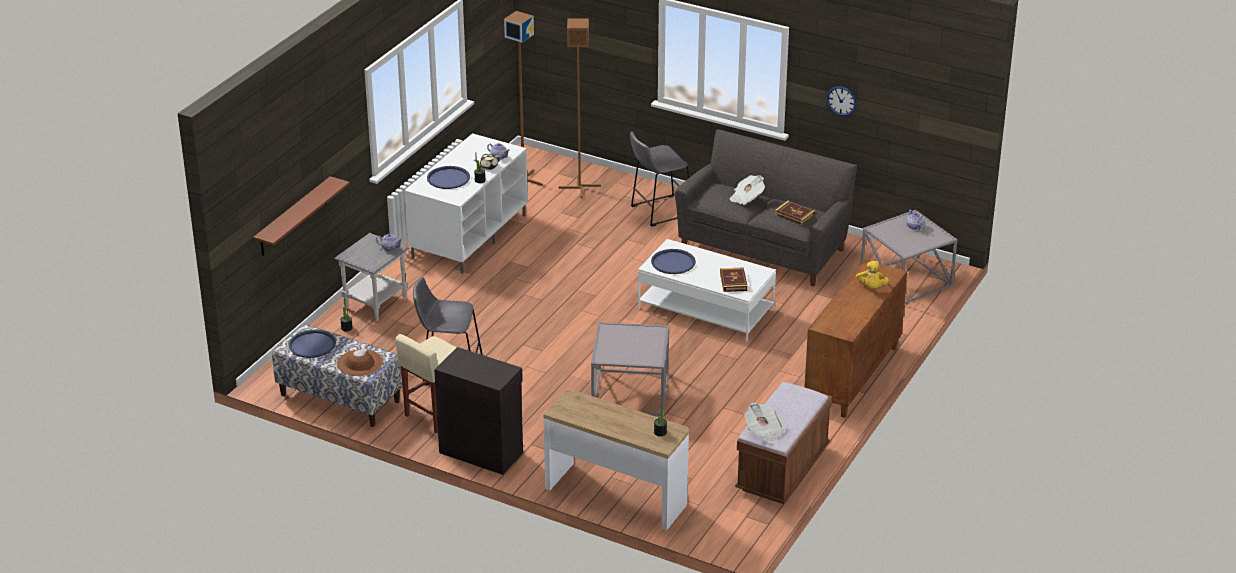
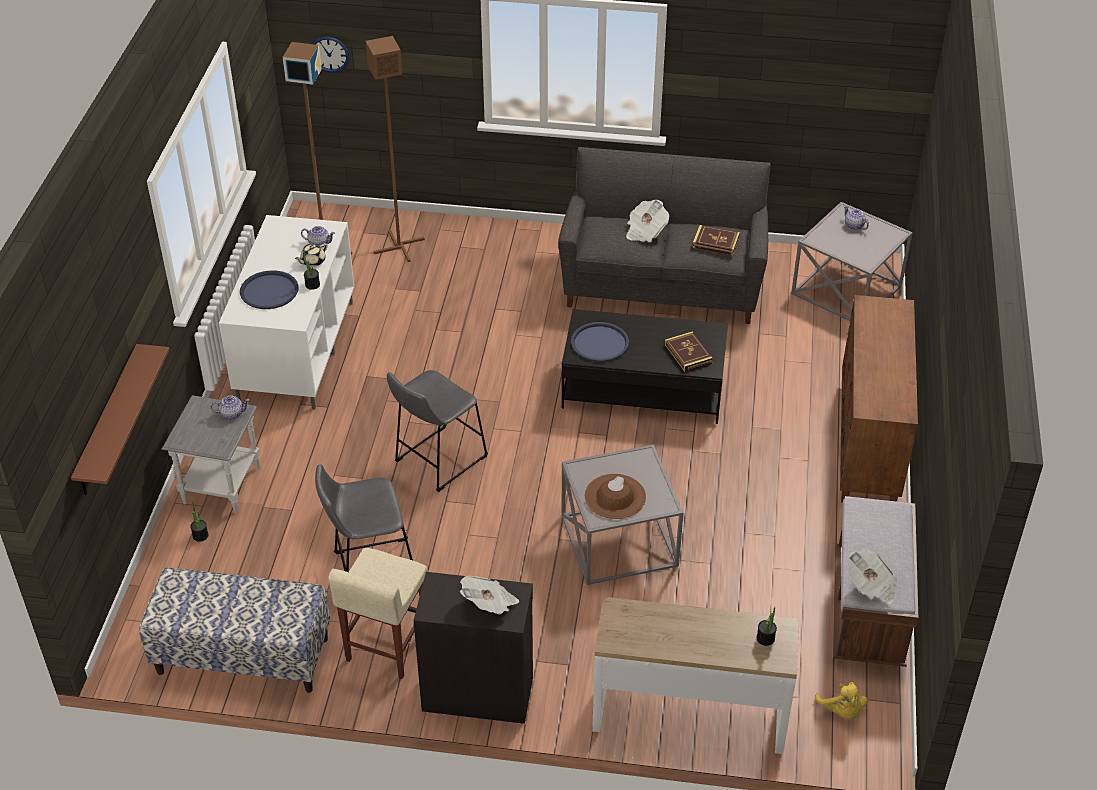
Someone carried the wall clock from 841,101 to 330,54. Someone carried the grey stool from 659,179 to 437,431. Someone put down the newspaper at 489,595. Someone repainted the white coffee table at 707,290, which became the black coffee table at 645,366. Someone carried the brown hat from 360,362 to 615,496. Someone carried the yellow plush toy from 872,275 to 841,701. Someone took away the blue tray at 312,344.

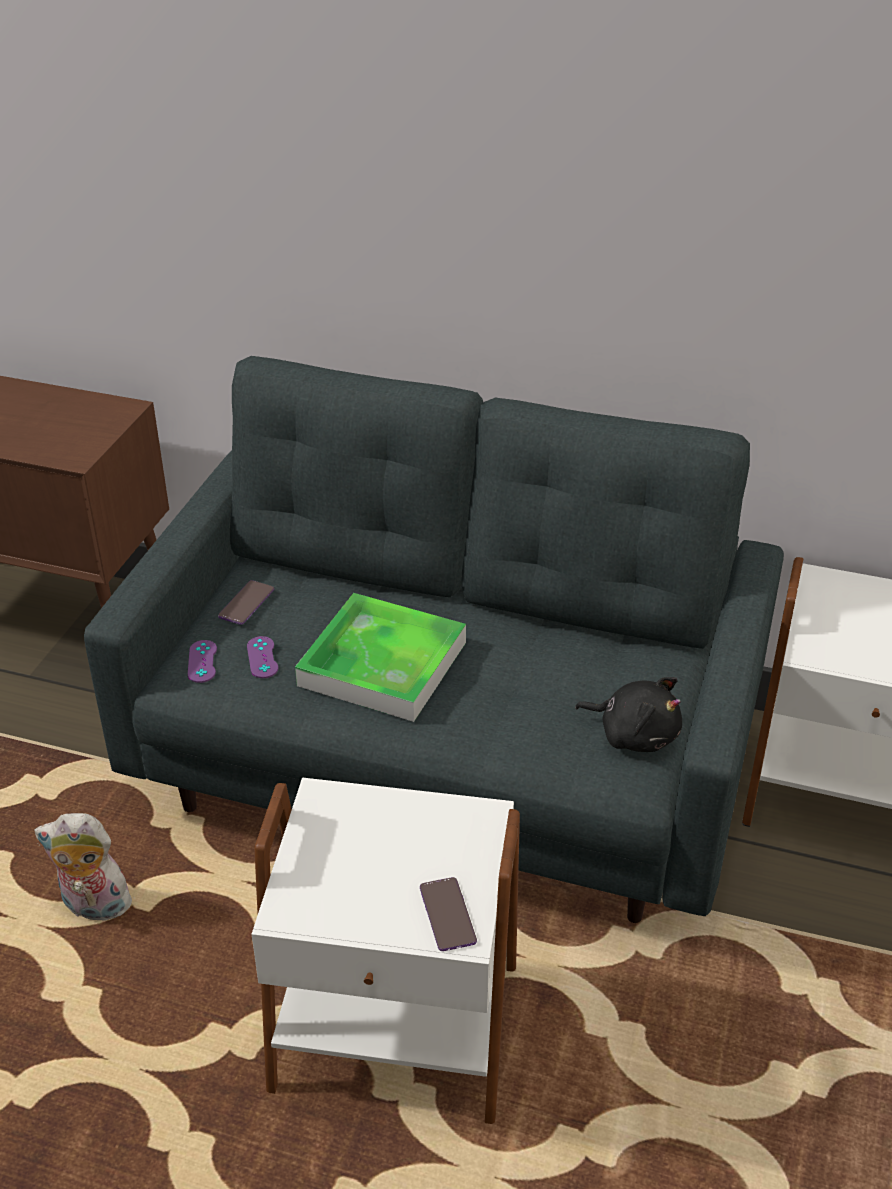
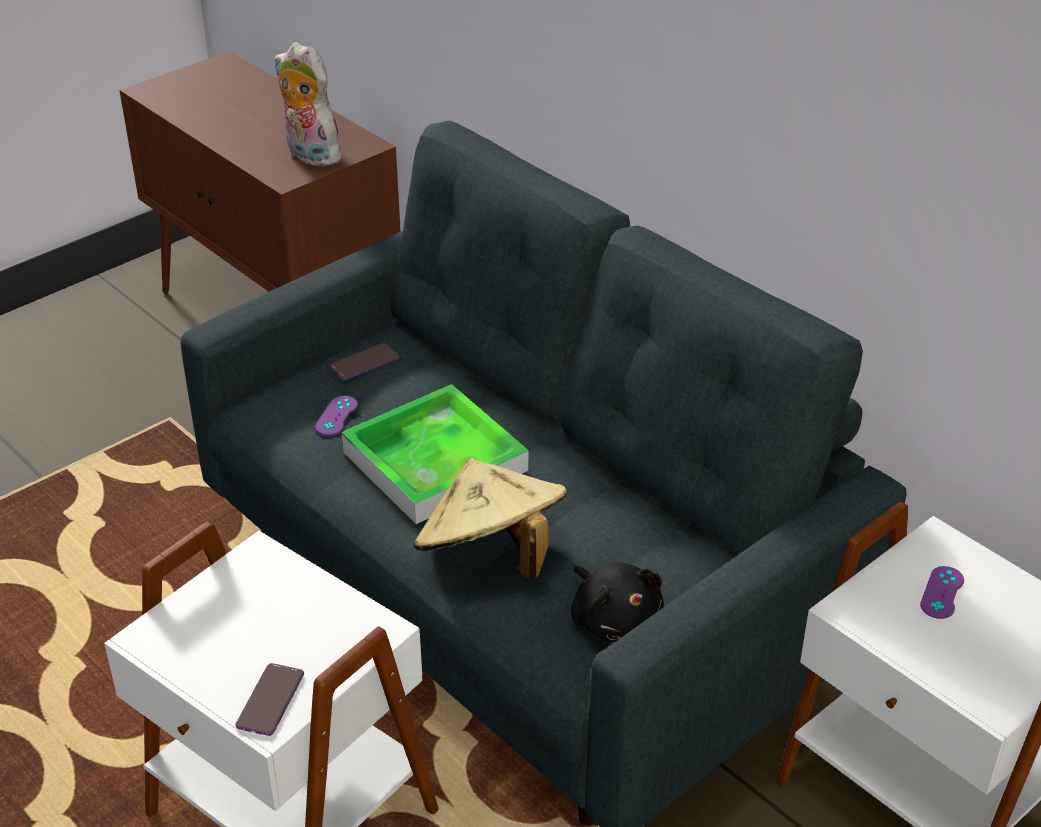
Someone carried the plush toy from 86,867 to 308,104. Someone put down the beige hat at 490,518. Someone carried the purple game controller from 202,661 to 942,592.

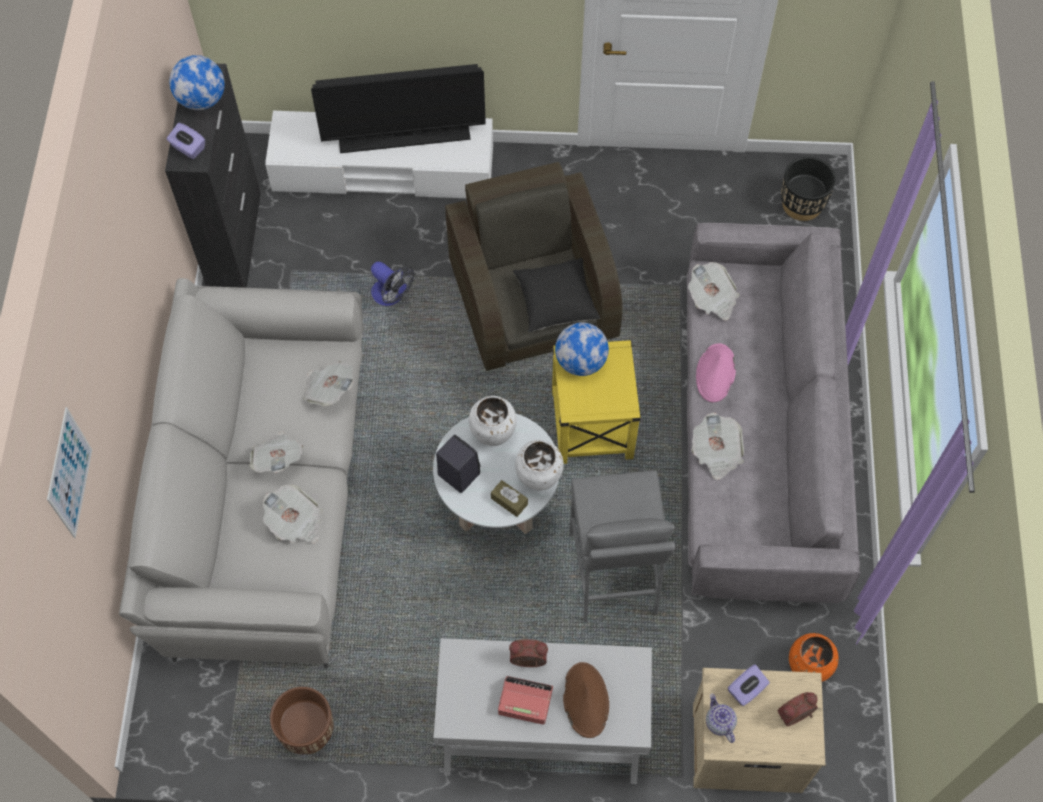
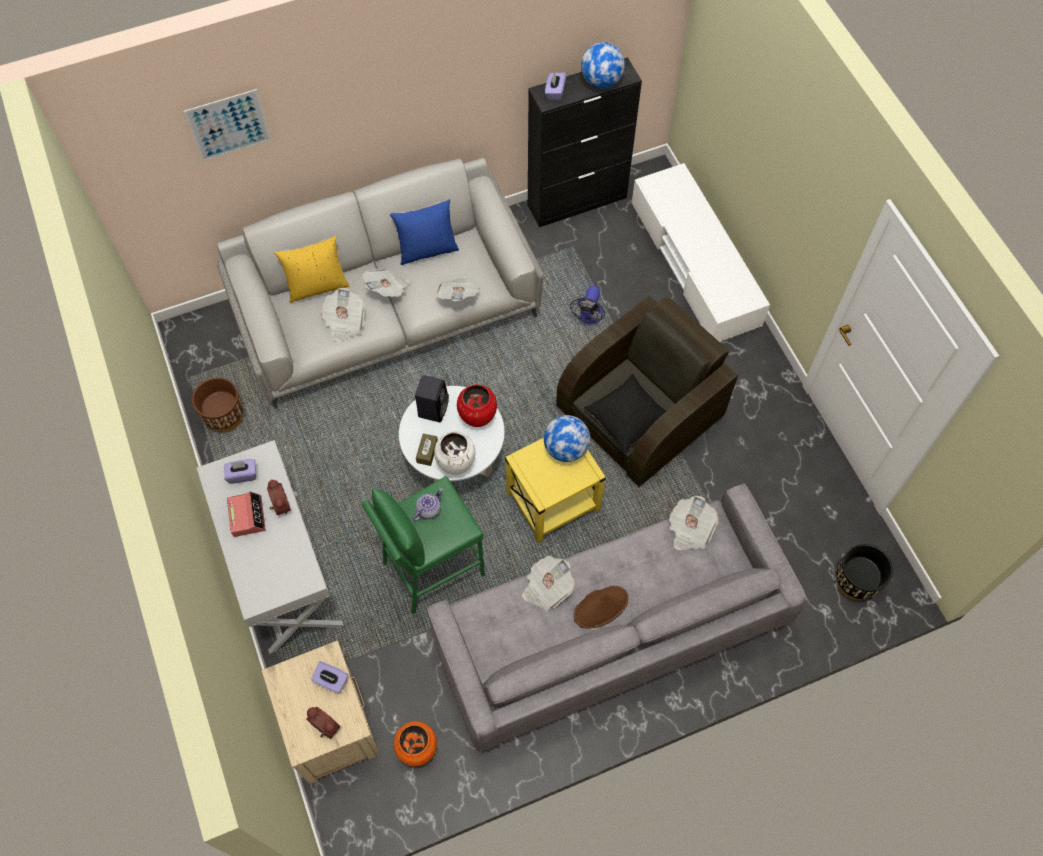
Someone put down the purple tissue box at 240,471. Someone put down the yellow pillow at 312,269. Someone repainted the grey stool at 622,546, which became the green stool at 423,545. Someone put down the blue pillow at 424,232. Someone carried the teapot from 721,718 to 428,505. Someone repainted the white vase at 493,421, which became the red vase at 477,405. Someone carried the brown hat from 586,700 to 601,607. Someone took away the television at 398,108. Someone took away the pink hat at 716,372.

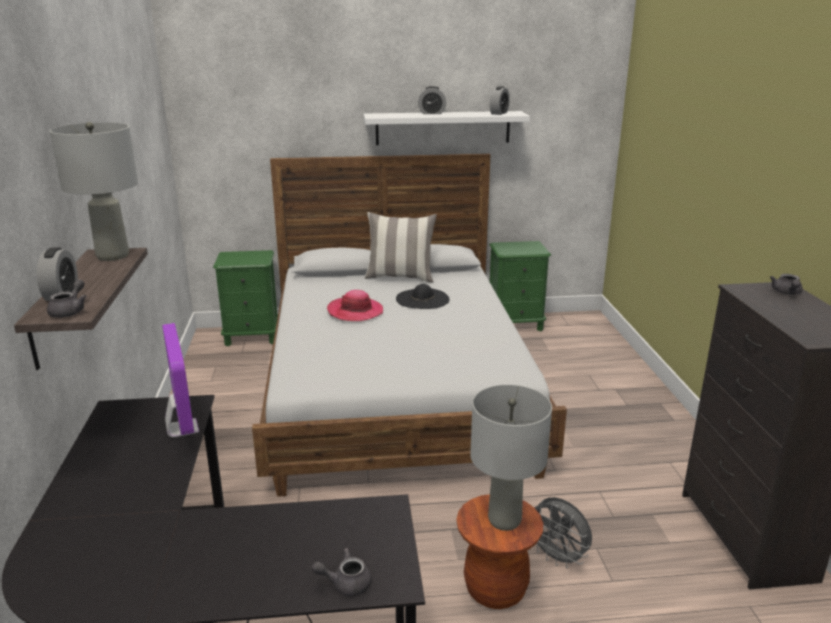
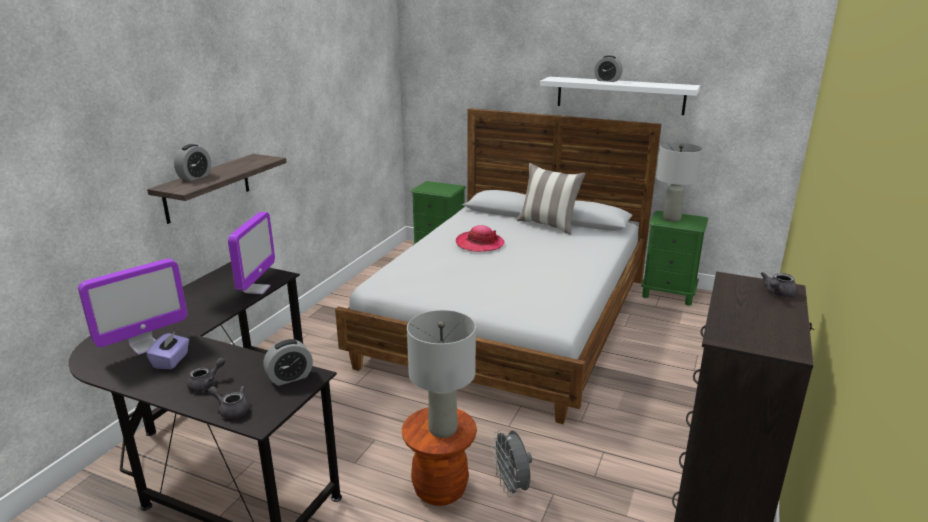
Someone put down the monitor at 133,307. Someone put down the purple tissue box at 167,350. Someone carried the grey teapot from 67,298 to 206,375. Someone carried the alarm clock from 500,100 to 288,362. Someone carried the grey table lamp from 93,191 to 679,182. Someone took away the black hat at 423,296.

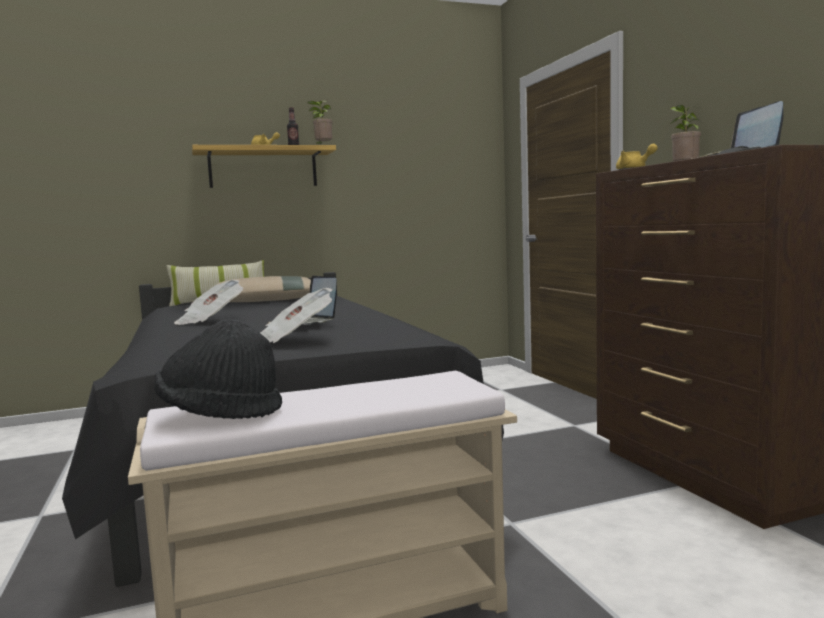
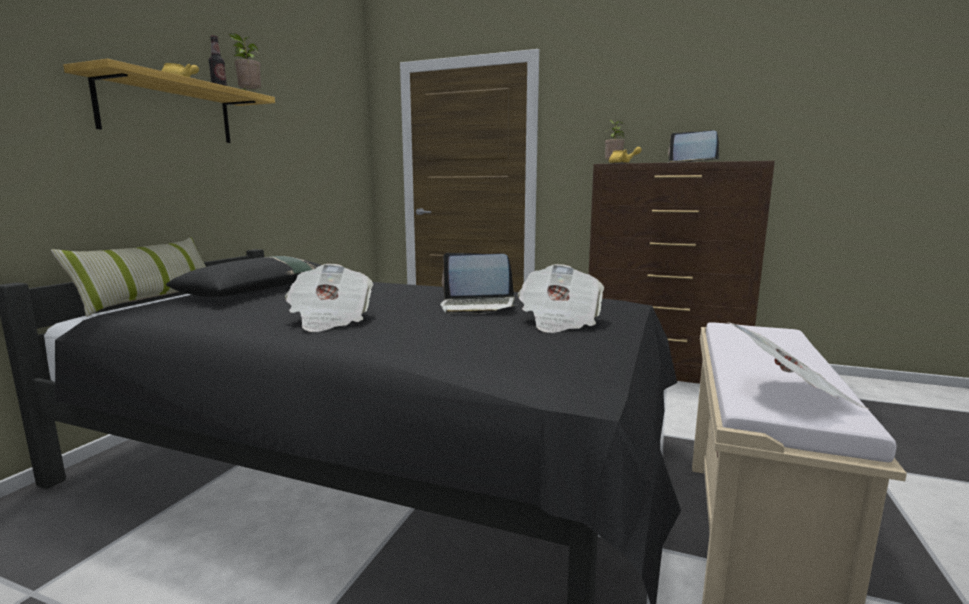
Someone repainted the beige pillow at 263,289, which became the black pillow at 243,276. Someone swapped the black hat at 218,369 for the newspaper at 798,365.

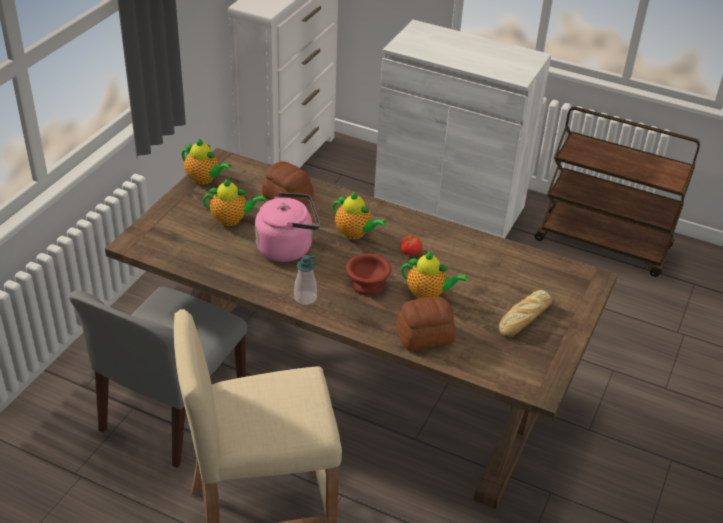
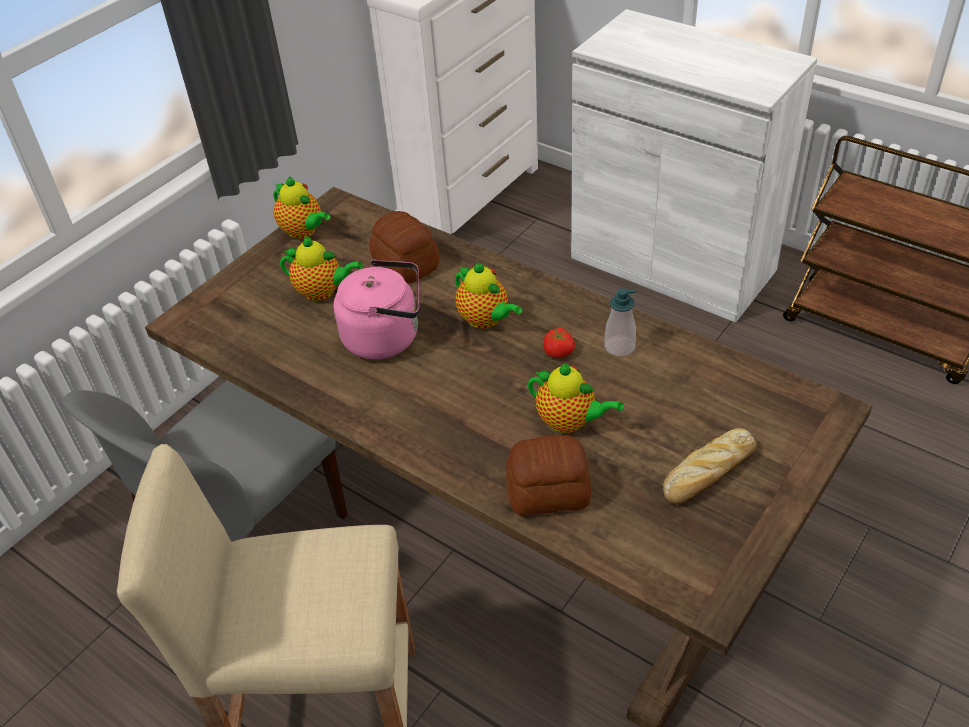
Someone carried the soap dispenser from 305,280 to 620,322. Someone took away the brown bowl at 368,274.

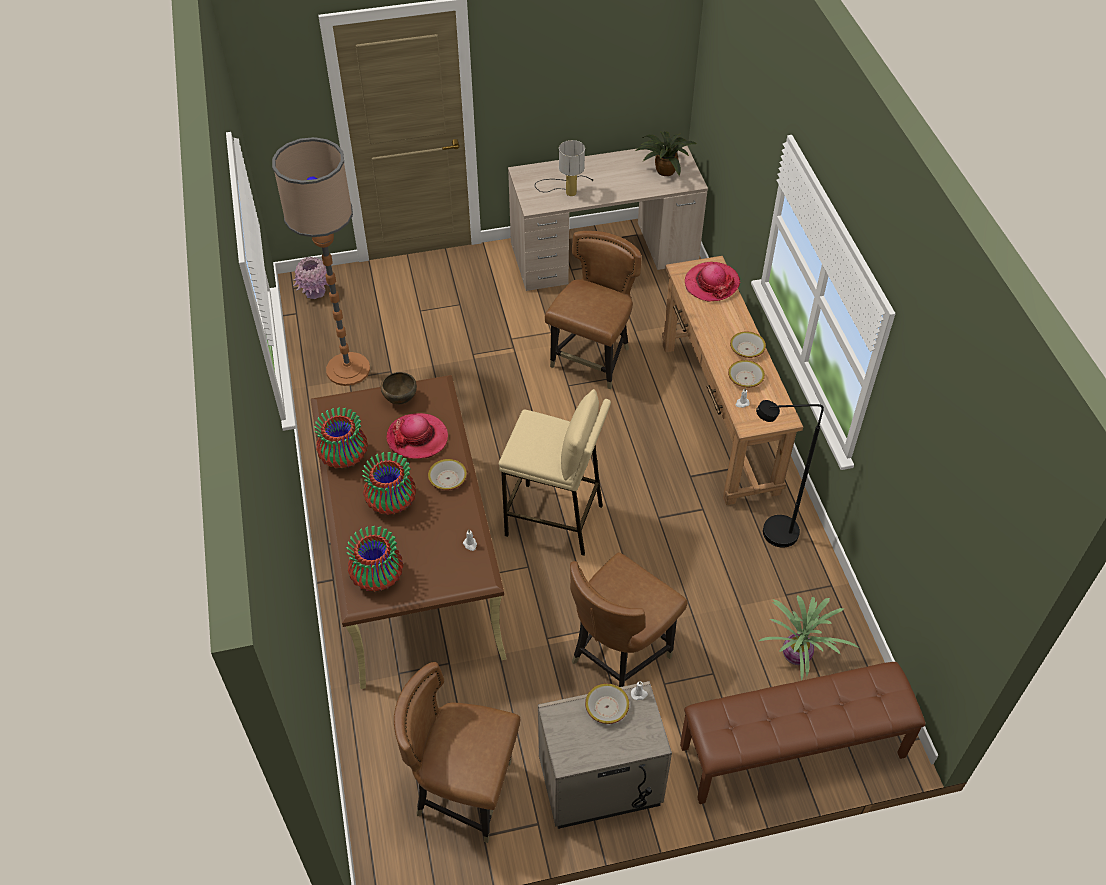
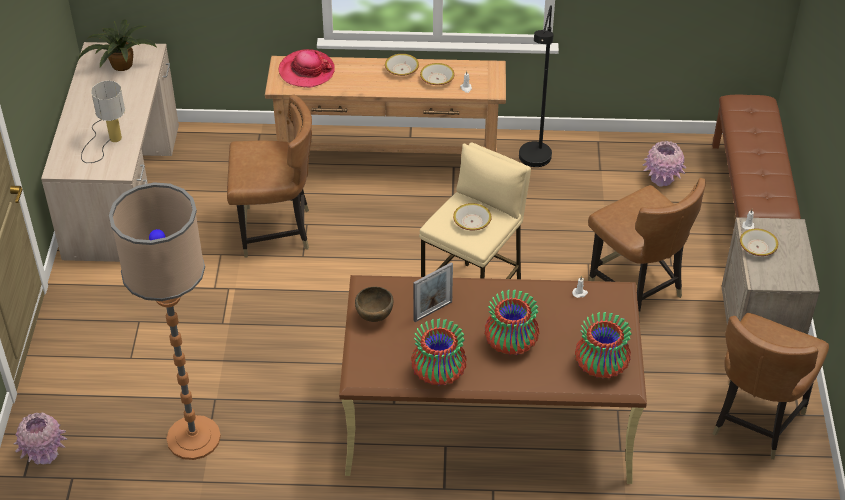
Someone rotated the brown chair at 593,310 by 135 degrees clockwise. Someone swapped the hat at 417,436 for the picture frame at 433,292. Someone carried the bowl from 447,474 to 472,217. Someone swapped the potted plant at 809,637 for the pink vase at 664,164.

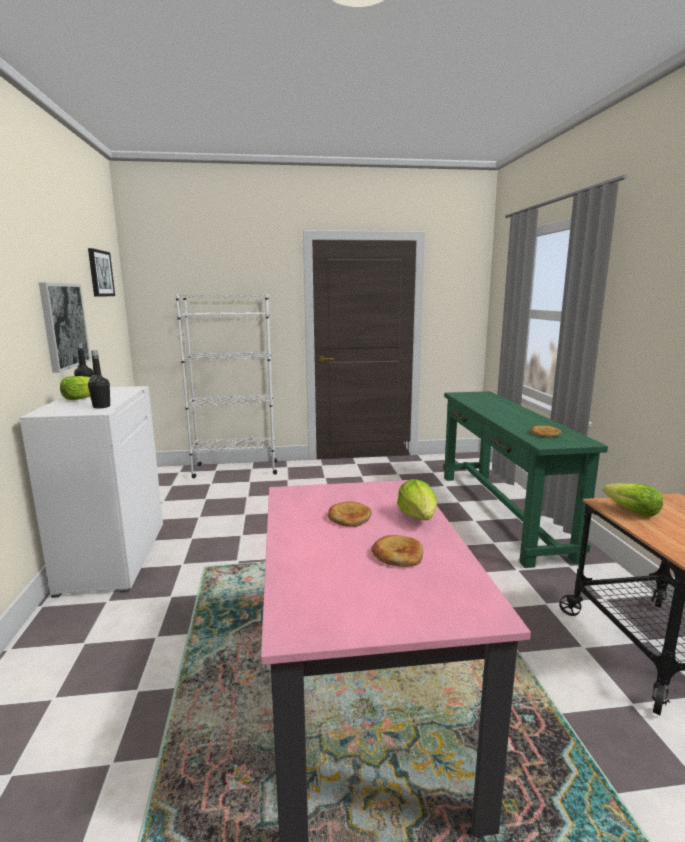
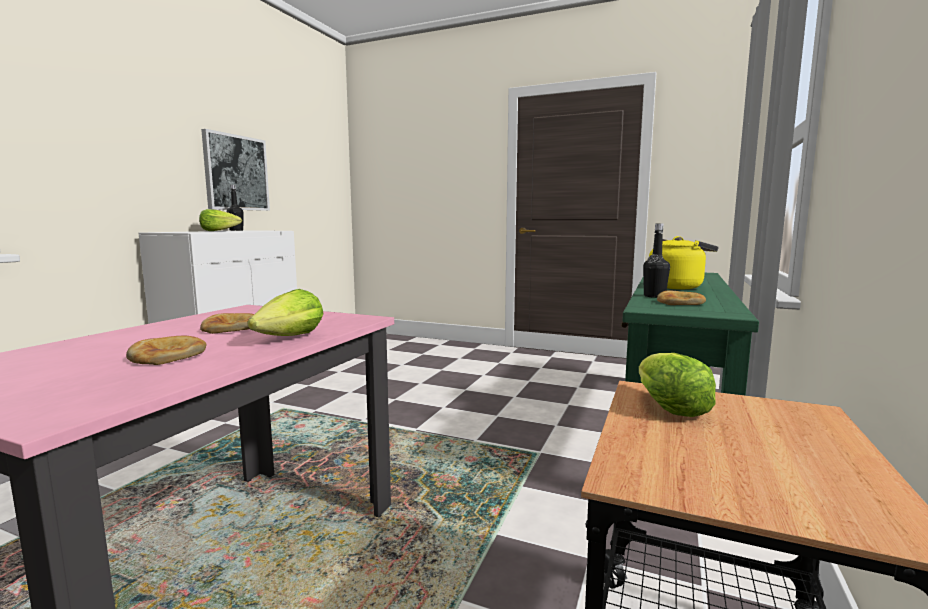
Someone carried the black bottle from 99,379 to 656,261. Someone put down the yellow kettle at 683,262. Someone took away the picture at 101,272. Someone took away the white bookcase at 226,386.

